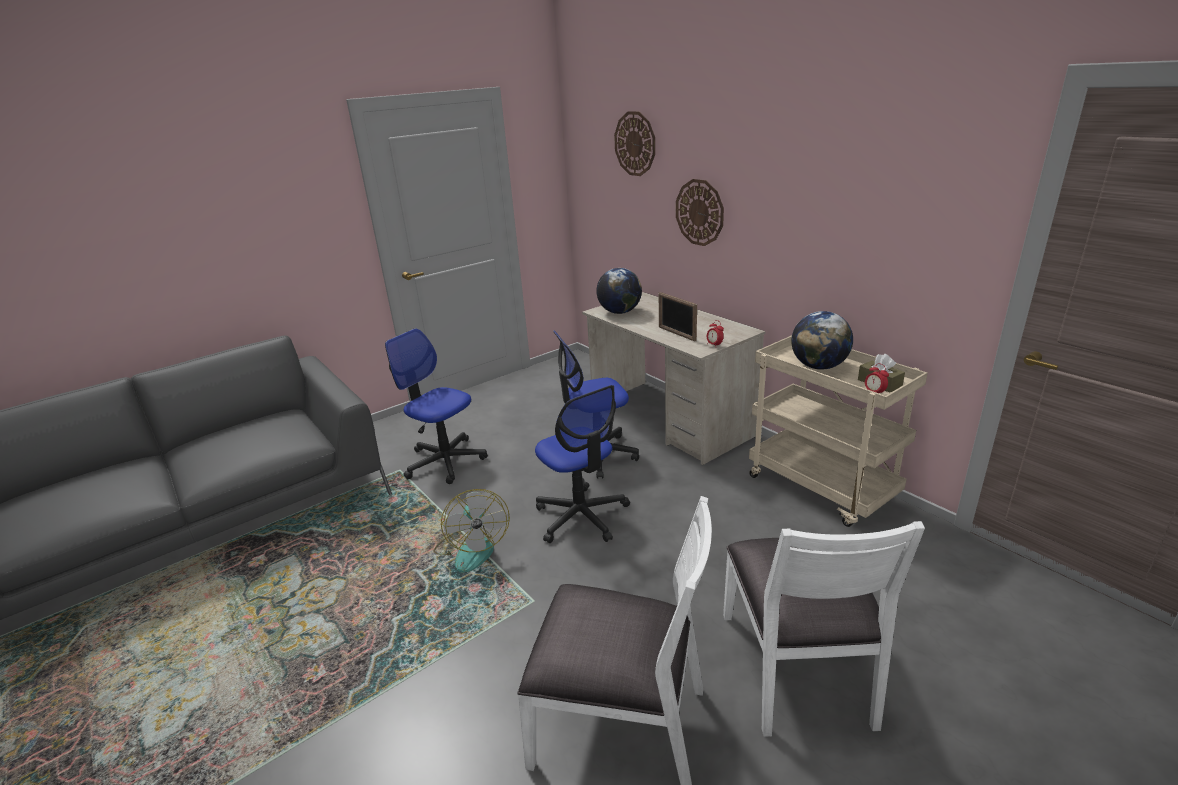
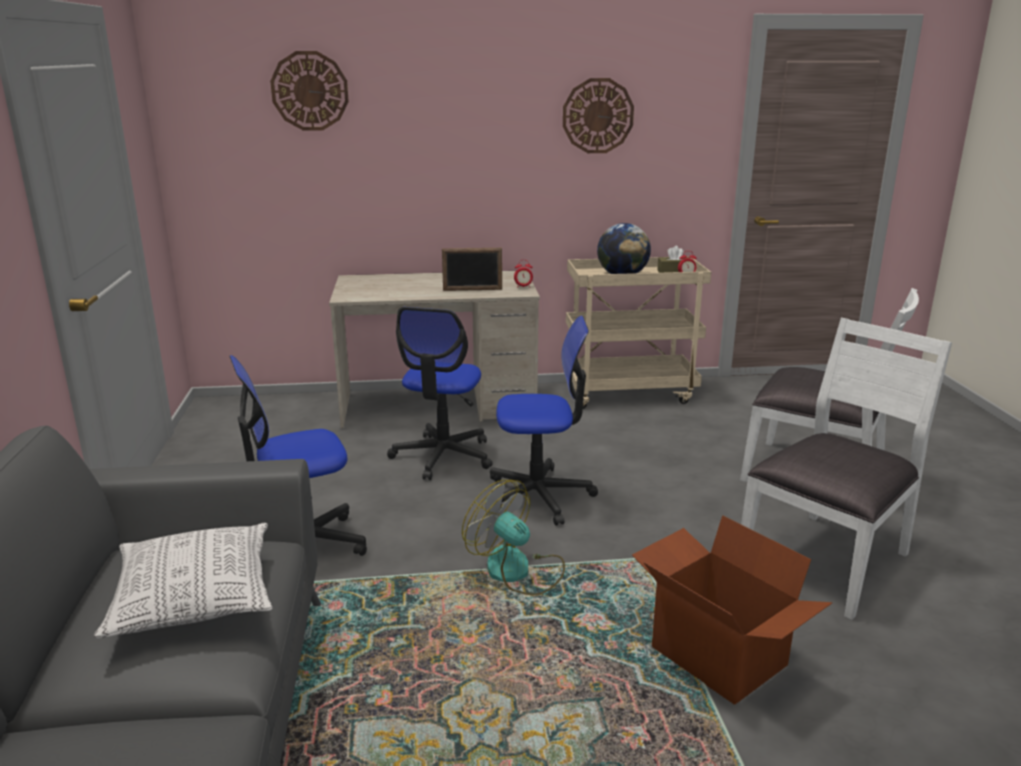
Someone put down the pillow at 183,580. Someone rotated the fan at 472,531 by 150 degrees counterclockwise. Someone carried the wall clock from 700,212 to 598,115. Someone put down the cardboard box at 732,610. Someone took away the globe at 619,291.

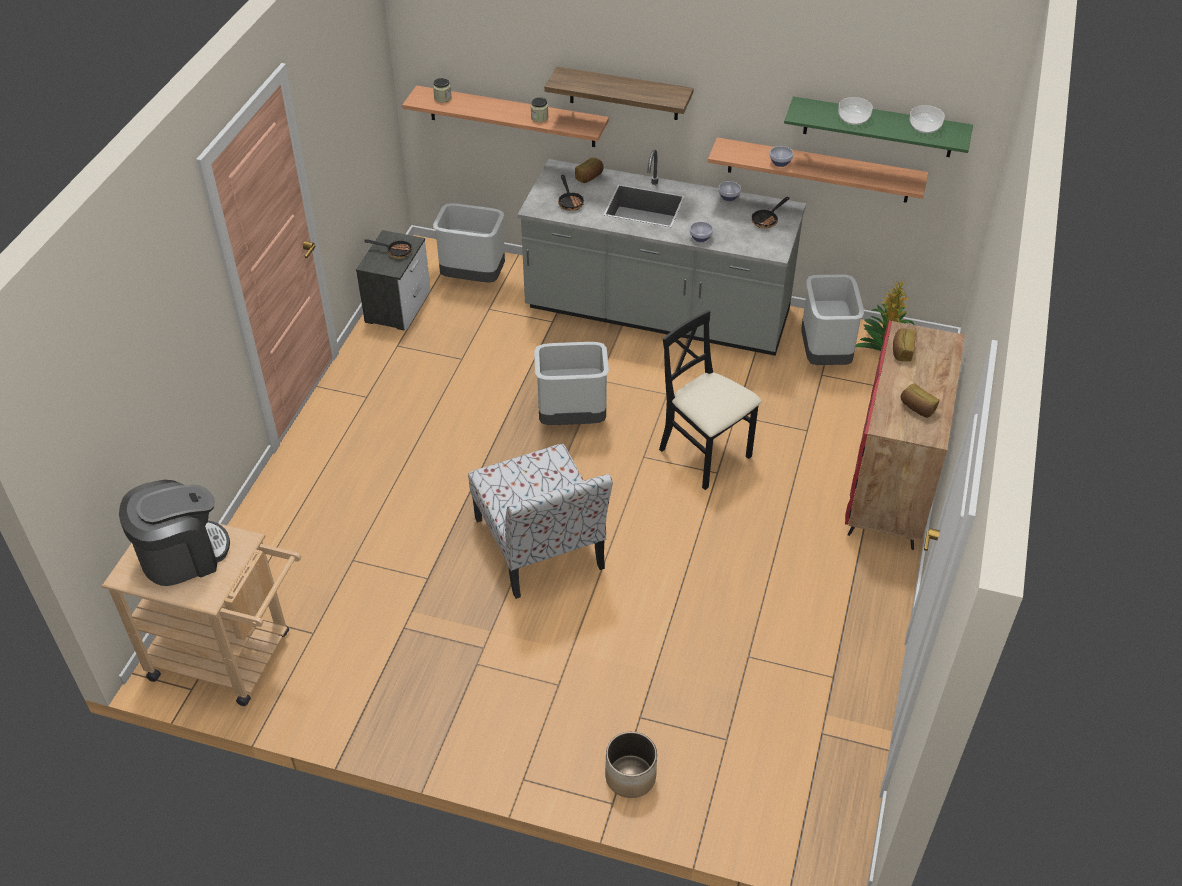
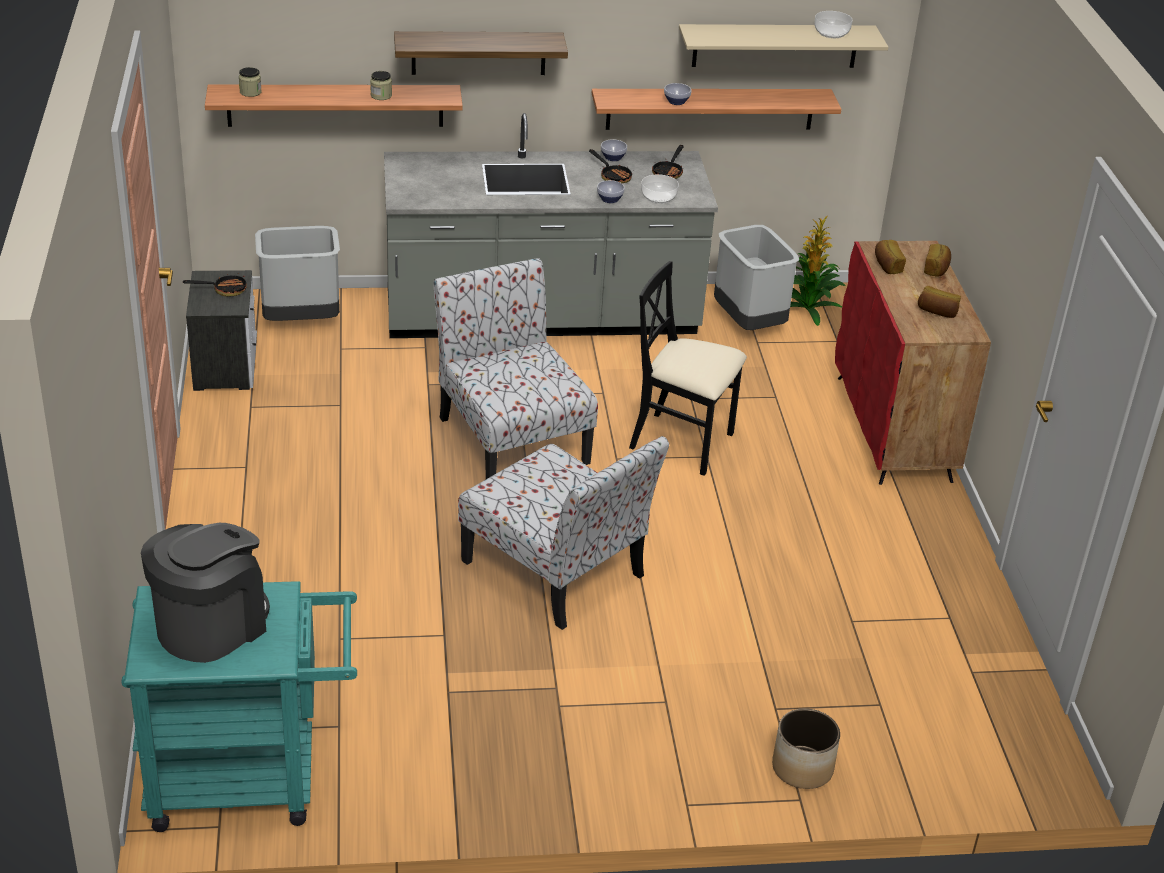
Someone repainted the beige cart at 201,614, which became the turquoise cart at 239,706. Someone swapped the grey trash can at 571,383 for the chair at 515,368. Someone carried the frying pan from 571,193 to 610,166. Someone carried the bowl from 855,111 to 660,189. Someone repainted the green shelf at 878,126, which became the beige shelf at 783,46. Someone carried the bread from 589,170 to 937,260.

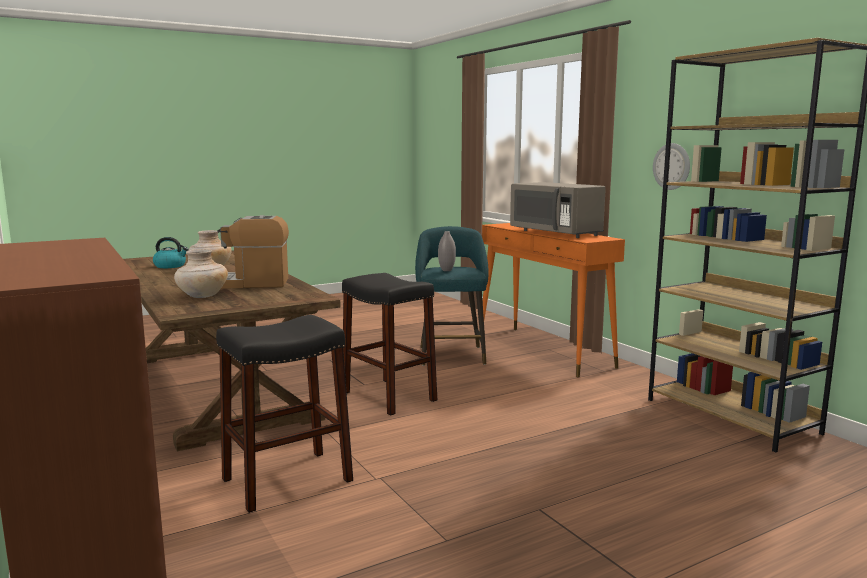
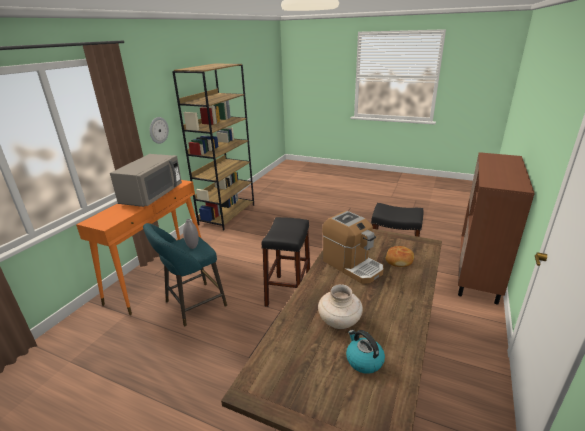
Someone swapped the beige vase at 201,273 for the bread at 399,256.

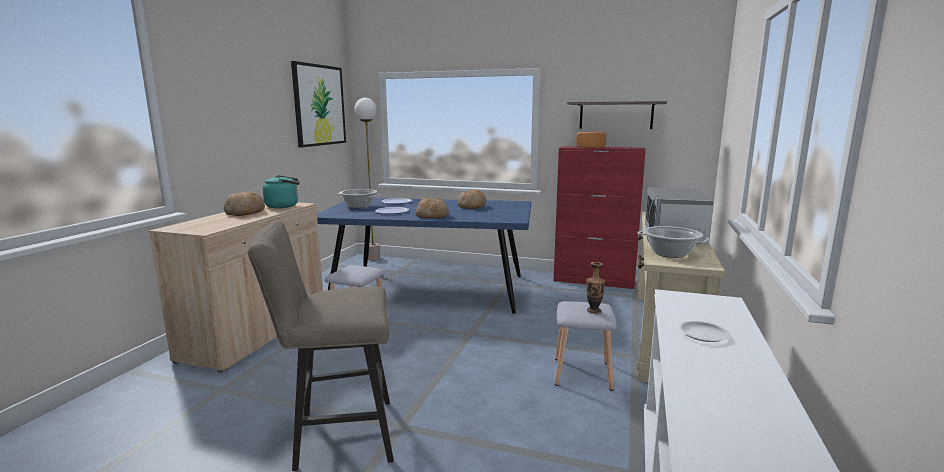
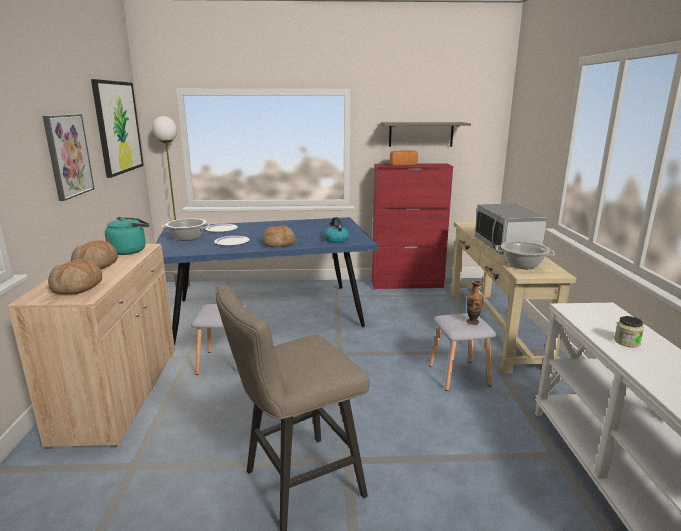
Someone put up the picture at 69,157. Someone carried the bread from 471,199 to 75,276. Someone put down the kettle at 336,230. Someone swapped the white plate at 704,331 for the jar at 629,331.

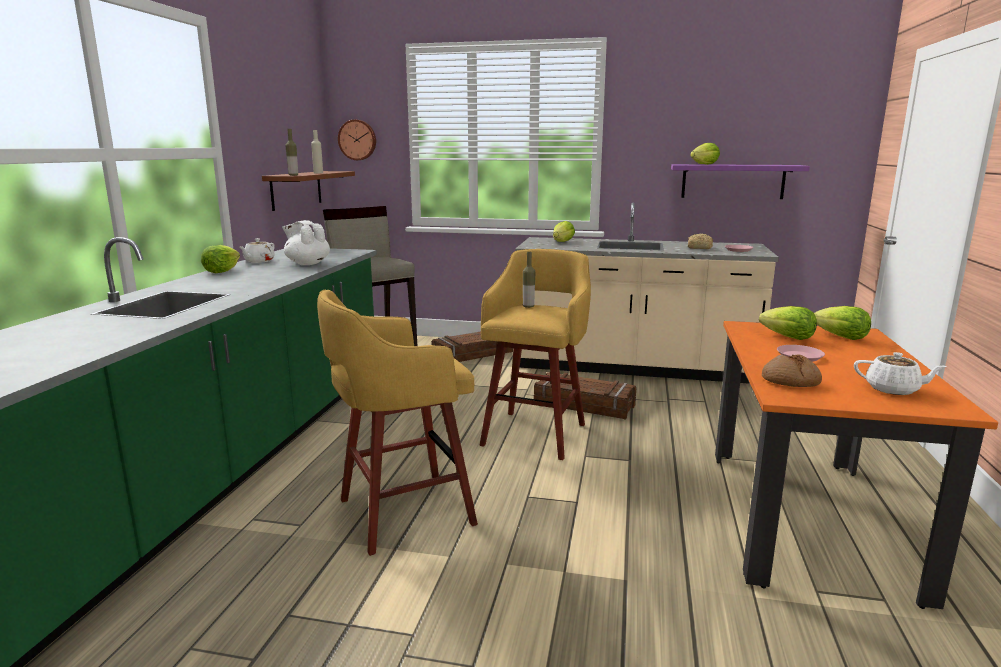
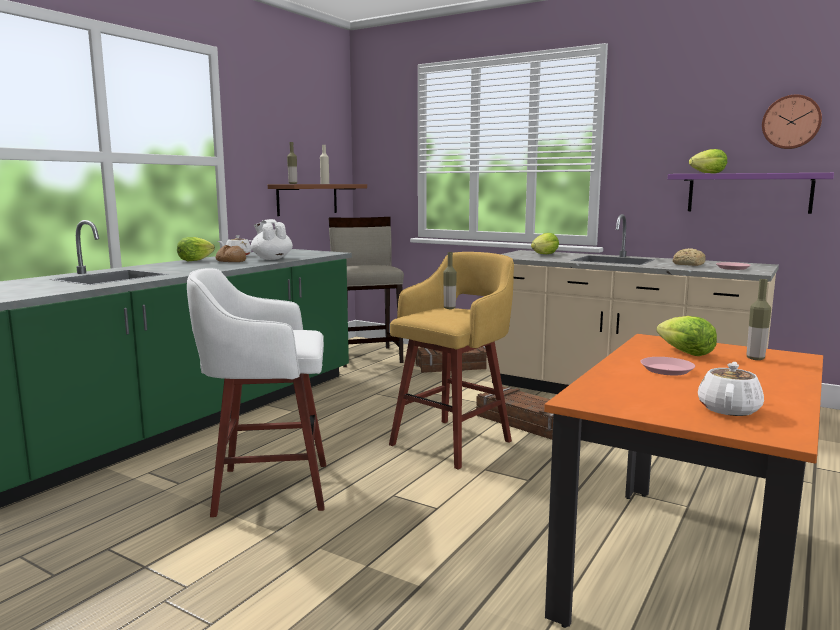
Someone repainted the yellow stool at 397,423, which became the white stool at 256,392. Someone carried the bread from 792,370 to 231,253. Someone rotated the white teapot at 900,373 by 105 degrees counterclockwise. Someone swapped the lettuce at 842,323 for the bottle at 759,319. Someone carried the wall clock from 357,140 to 792,122.

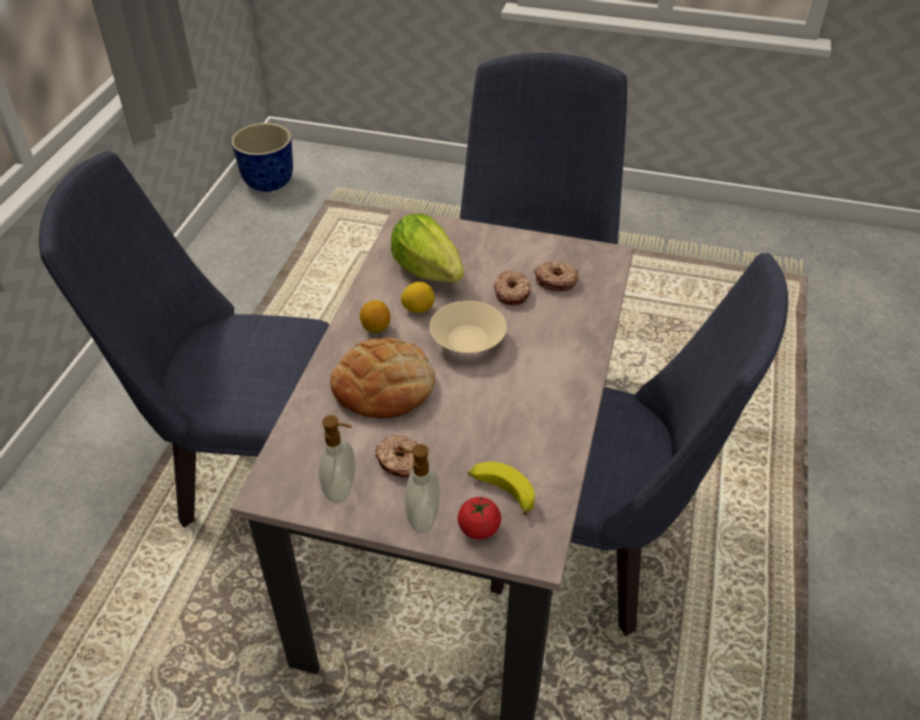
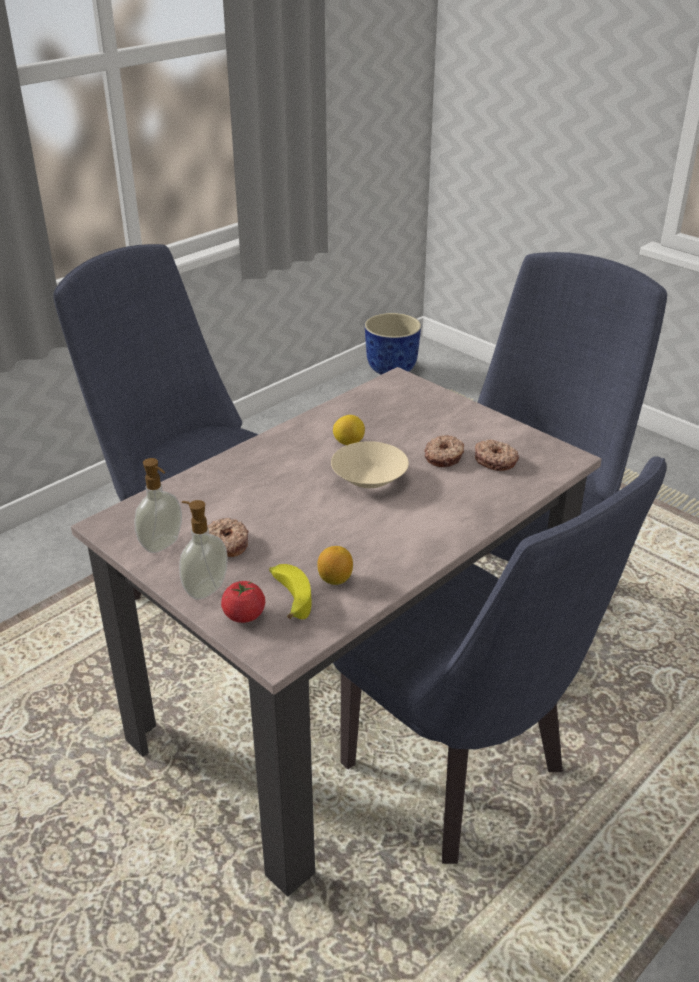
Someone carried the lemon from 375,316 to 335,565. Someone took away the bread at 382,377. Someone took away the lettuce at 427,247.

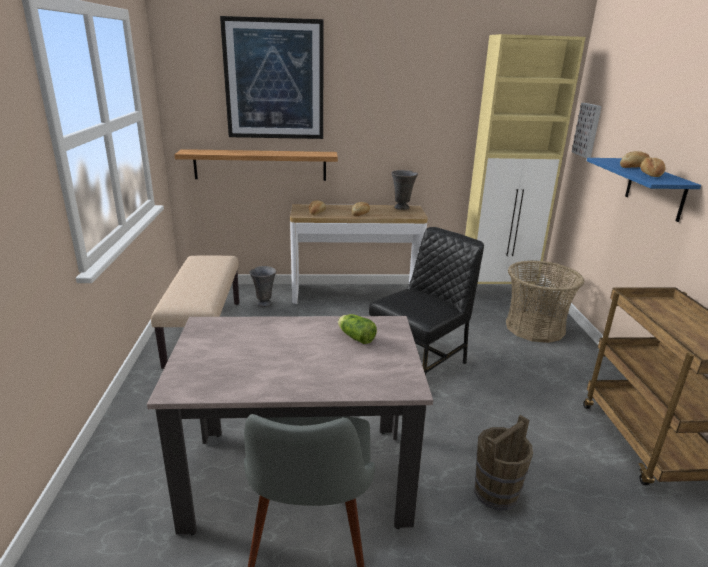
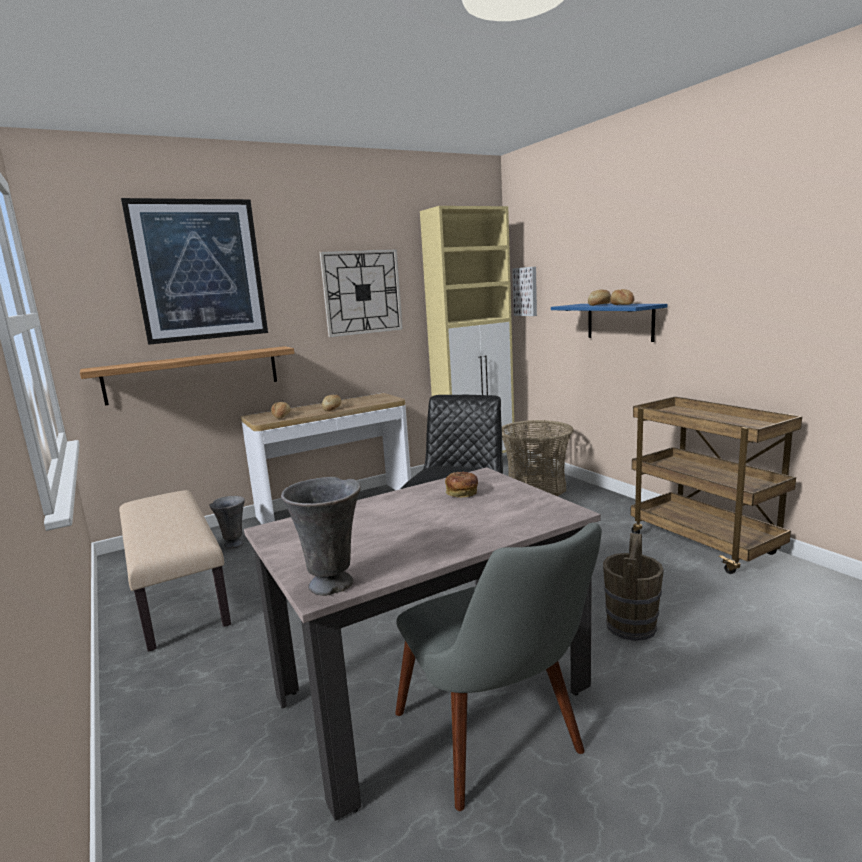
Someone carried the grey vase from 404,190 to 321,536. Someone put up the wall clock at 361,293. Someone swapped the lettuce at 357,329 for the bread at 461,485.

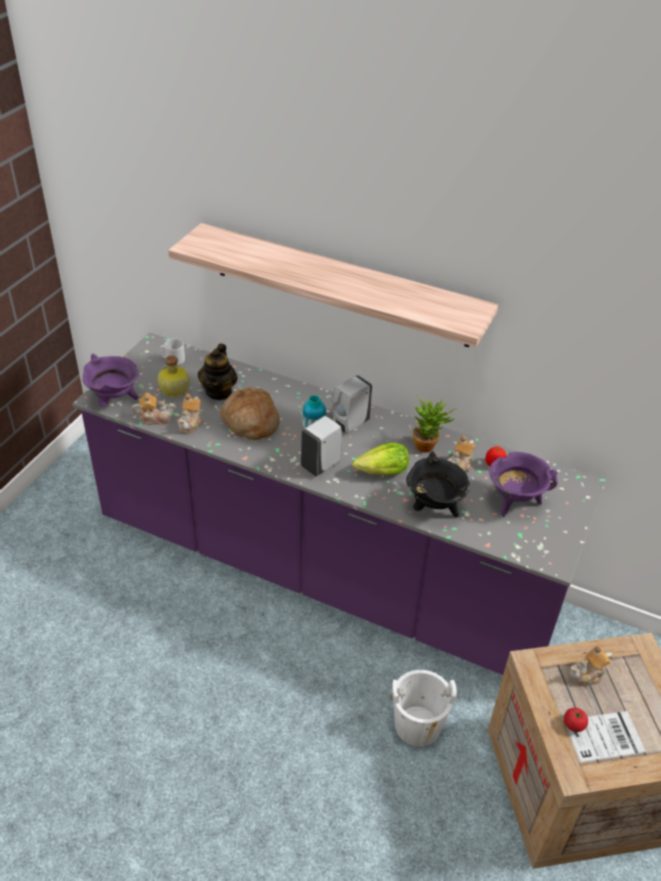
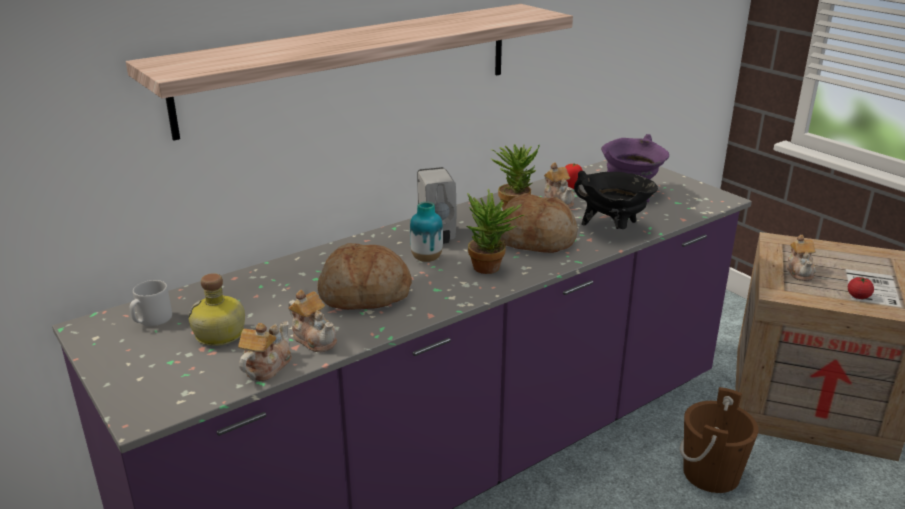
Someone swapped the white soap dispenser at 321,446 for the potted plant at 496,231. Someone swapped the lettuce at 380,458 for the bread at 537,223. Someone repainted the white bucket at 423,708, which became the brown bucket at 719,440. Someone took away the purple cooking pot at 111,380. Someone took away the teapot at 218,372.

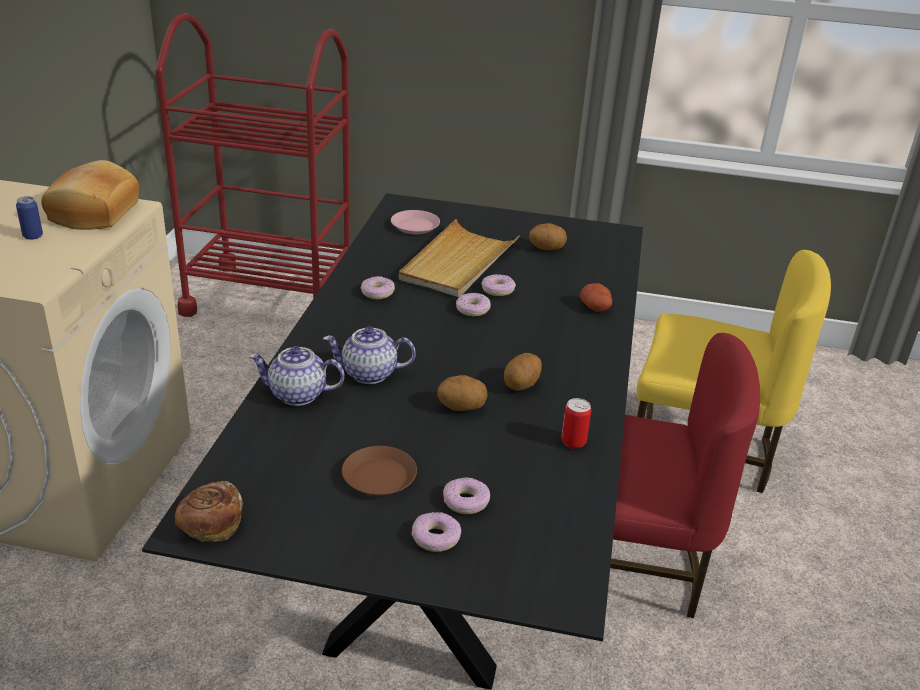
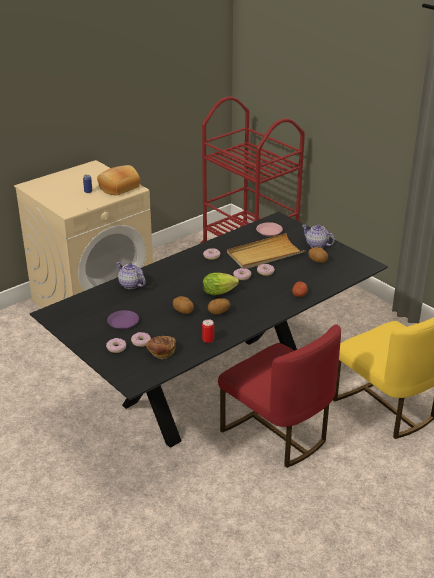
Someone repainted the brown plate at 379,471, which became the purple plate at 123,319. Someone carried the bread from 209,511 to 161,347. Someone put down the lettuce at 221,284. Someone carried the teapot from 369,355 to 318,236.

